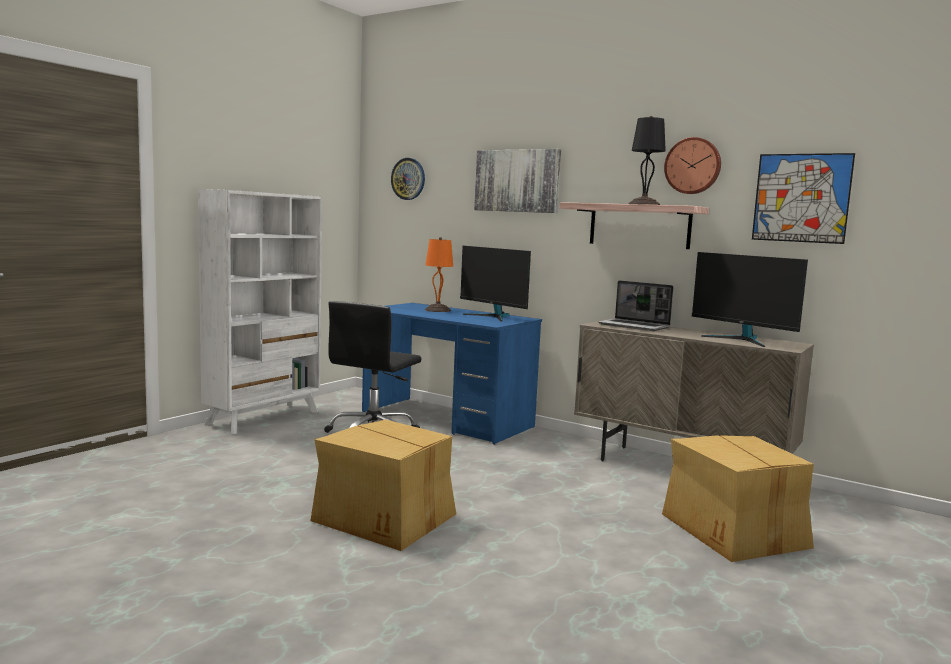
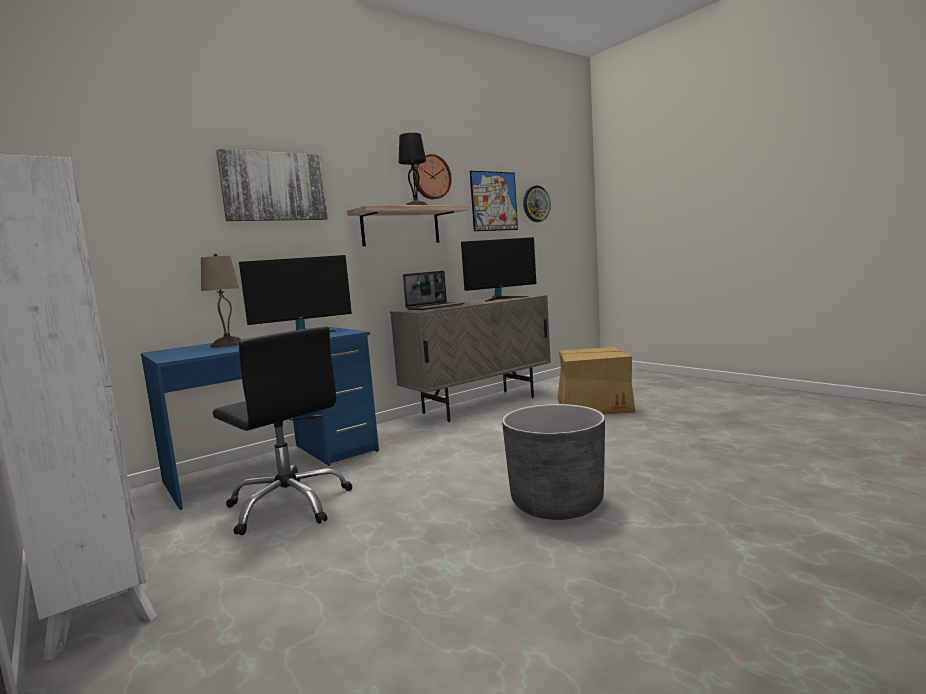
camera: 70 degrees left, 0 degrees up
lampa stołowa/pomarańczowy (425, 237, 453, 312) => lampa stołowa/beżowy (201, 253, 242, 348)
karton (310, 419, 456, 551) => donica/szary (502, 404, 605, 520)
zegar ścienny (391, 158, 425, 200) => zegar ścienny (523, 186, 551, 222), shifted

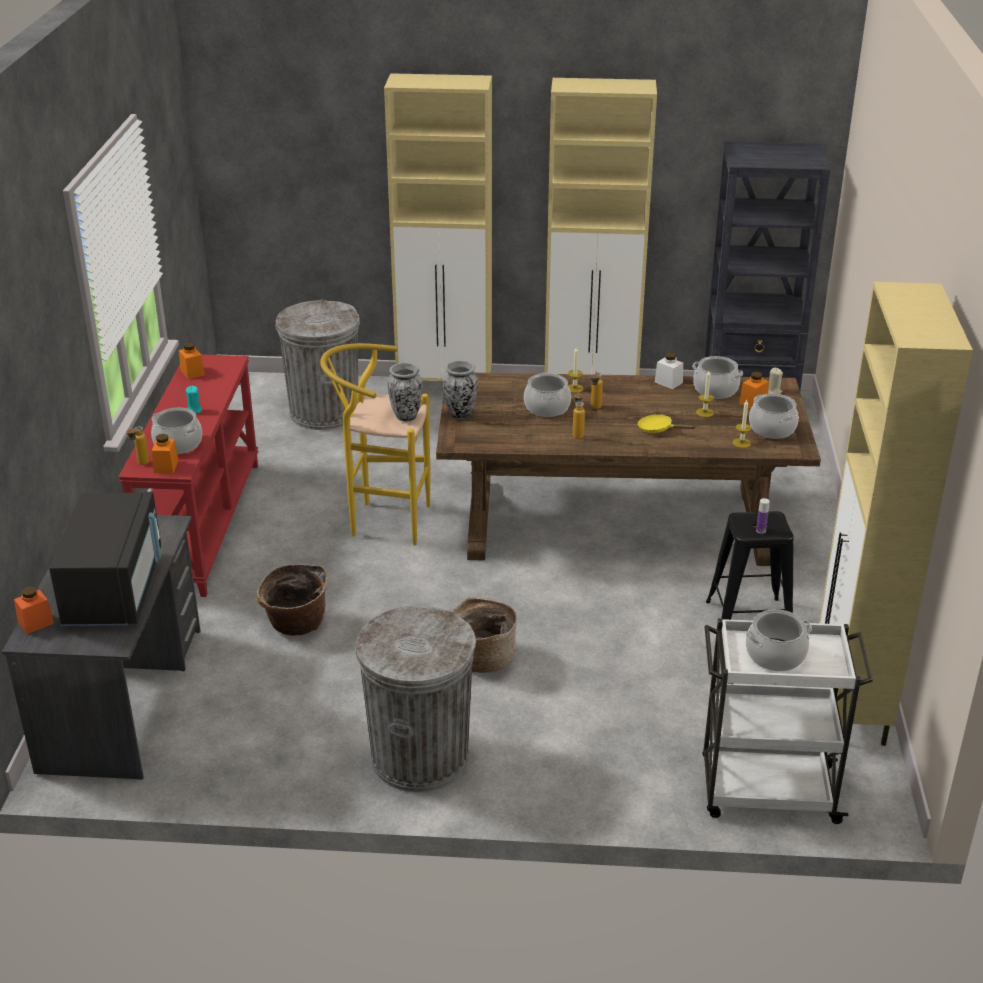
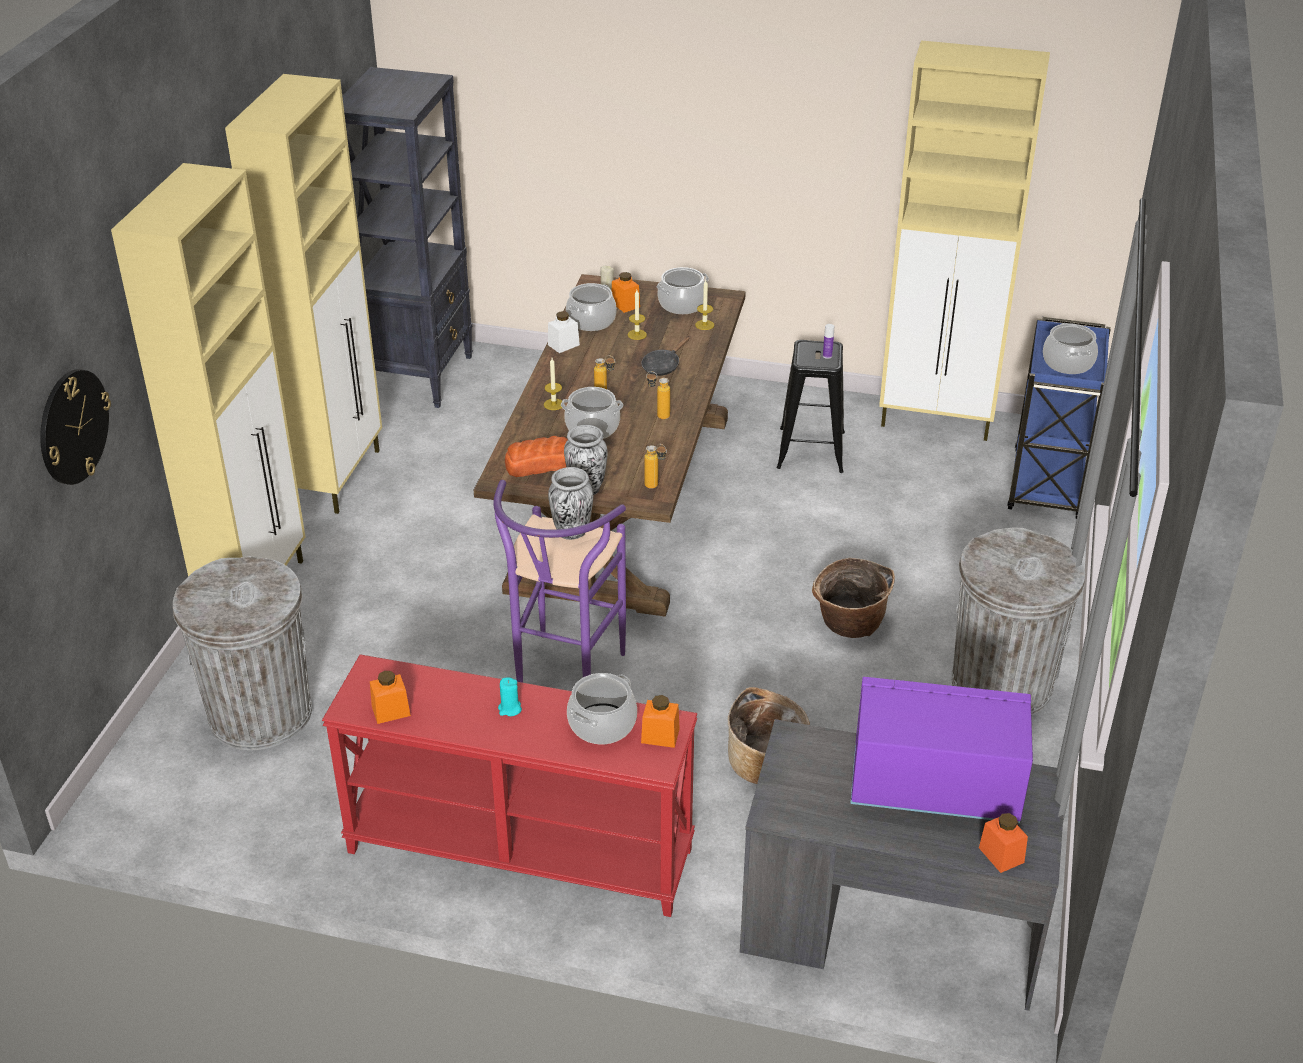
camera: 80 degrees left, 5 degrees up
nothing => zegar ścienny (40, 369, 111, 485)
stołek/żółty (320, 343, 430, 545) => stołek/fioletowy (493, 480, 626, 683)
nothing => chleb (505, 436, 568, 477)
patelnia/żółty (638, 414, 696, 433) => patelnia/czarny (642, 336, 689, 376)
butelka (127, 425, 150, 465) => butelka (644, 444, 667, 489), shifted
mikrofalówka/czarny (49, 492, 161, 626) => mikrofalówka/fioletowy (850, 677, 1033, 823)
wózek/biały (702, 618, 873, 824) => wózek/niebieski (1007, 317, 1111, 519)

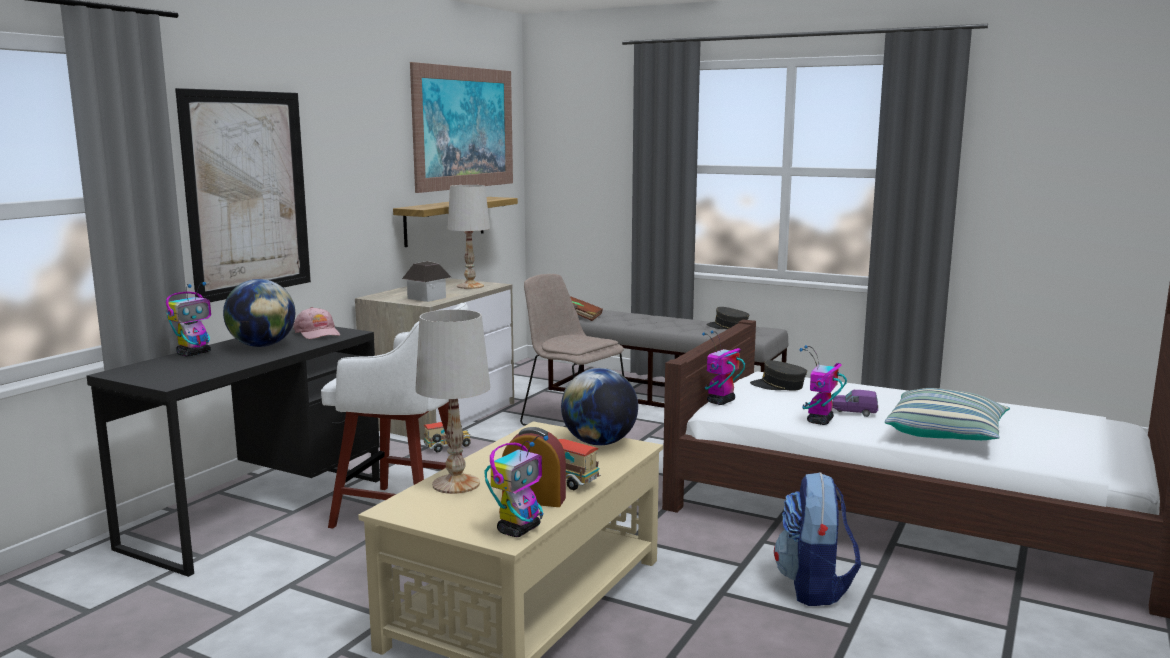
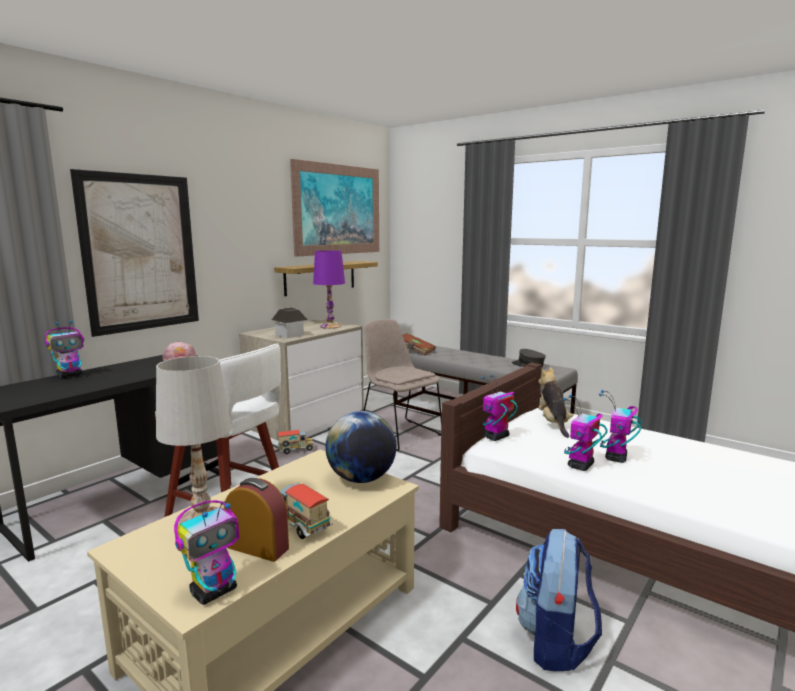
camera: 10 degrees right, 0 degrees up
lampa stołowa/biały (447, 185, 490, 289) => lampa stołowa/fioletowy (313, 251, 345, 329)
czapka z daszkiem/szary (750, 360, 807, 391) => pluszak (538, 367, 573, 438)
samochodzik/fioletowy (832, 390, 878, 417) => robot zabawkowy (599, 390, 641, 463)
globus (223, 279, 295, 347) => nothing
poduszka (885, 388, 1010, 440) => nothing

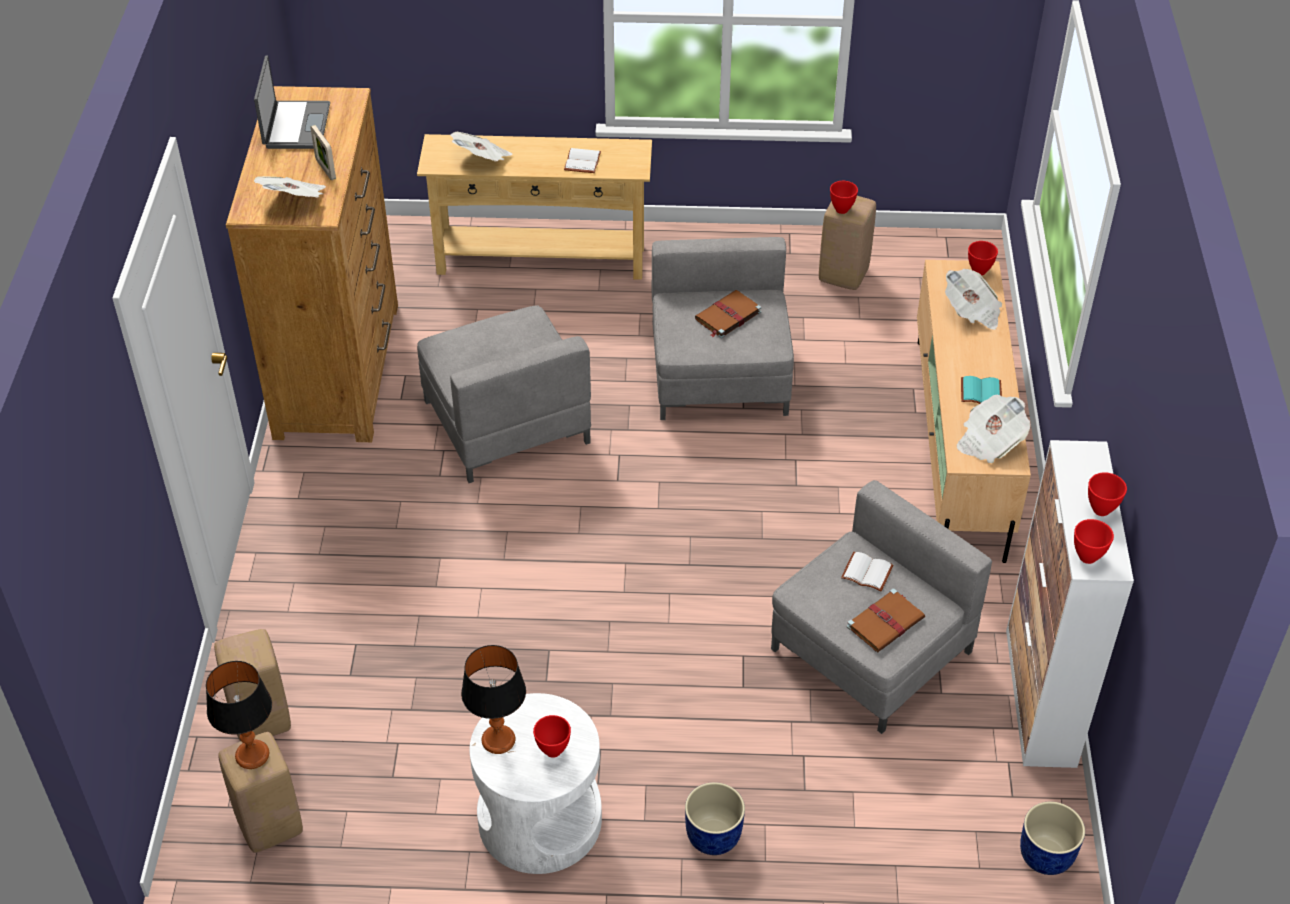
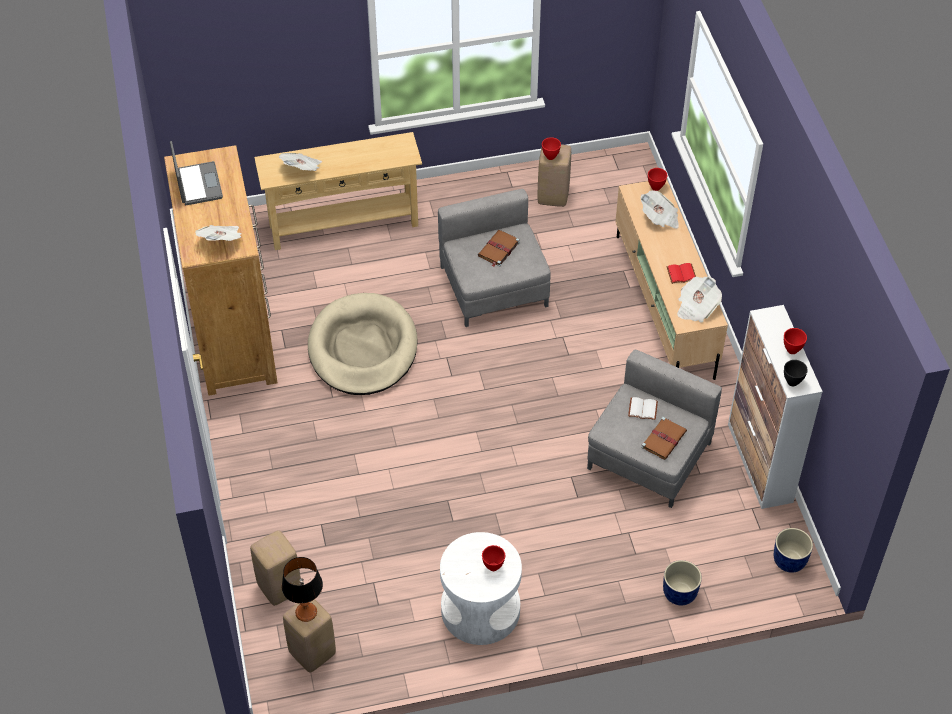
camera: 15 degrees left, 5 degrees up
fotel/szary (417, 306, 591, 483) => legowisko/beżowy (308, 293, 418, 395)
donica/niebieski (685, 782, 745, 855) => donica/niebieski (663, 560, 702, 605), shifted
książka/turkusowy (961, 376, 1002, 404) => książka/czerwony (667, 263, 696, 284)
miska/czerwony (1074, 519, 1114, 564) => miska/czarny (784, 360, 808, 386)
ramka na zdjęcie (310, 125, 336, 180) => nothing
lampa stołowa (461, 645, 526, 754) => nothing
książka/biały (564, 148, 601, 173) => nothing

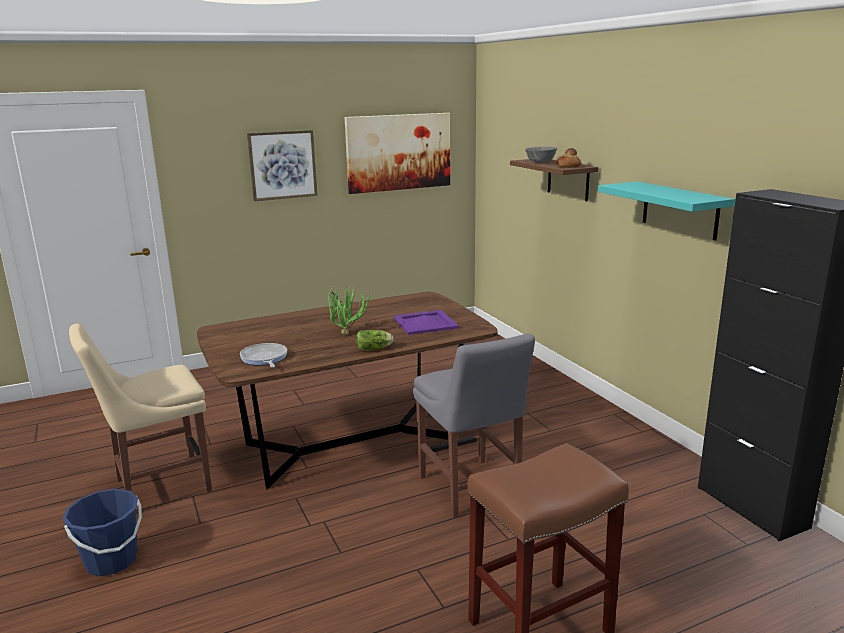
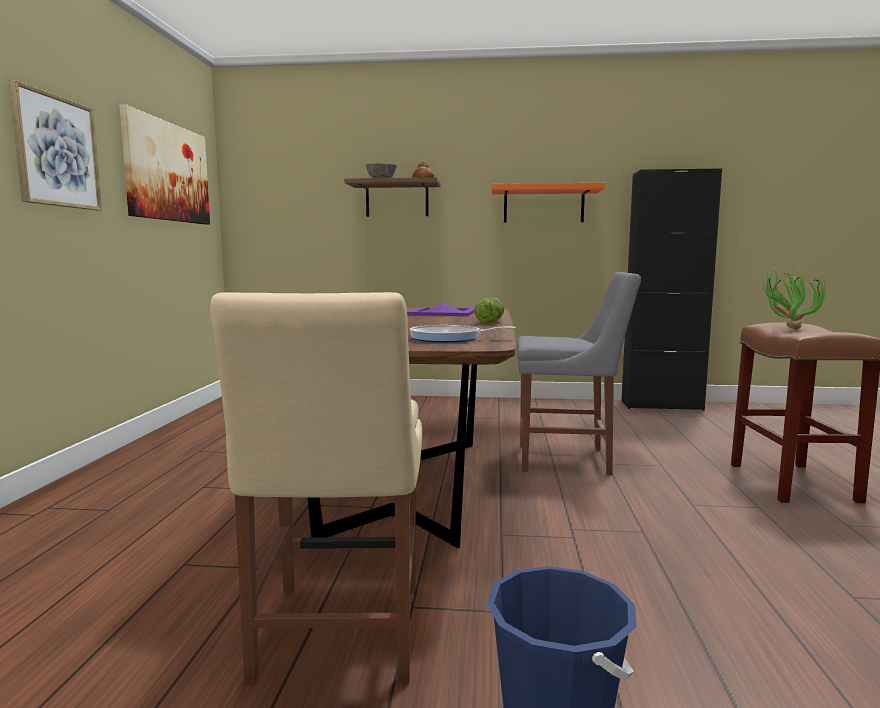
camera: 60 degrees left, 10 degrees down
półka/turkusowy (598, 181, 735, 240) => półka/pomarańczowy (491, 183, 605, 223)
roślina doniczkowa (328, 285, 370, 336) => roślina doniczkowa (763, 263, 826, 330), shifted

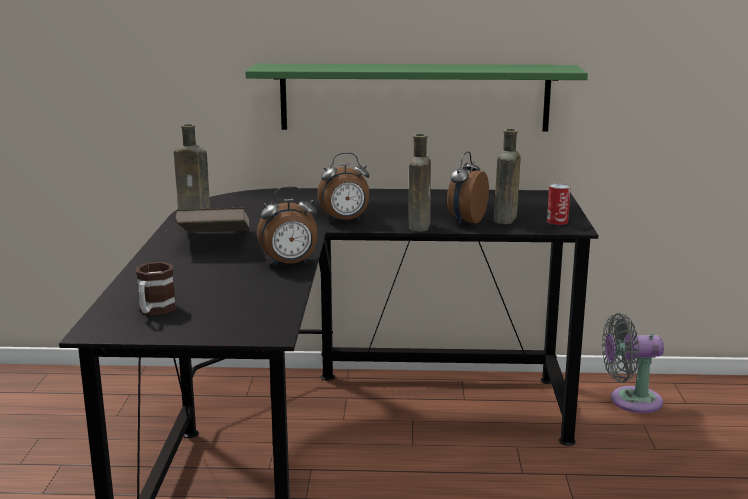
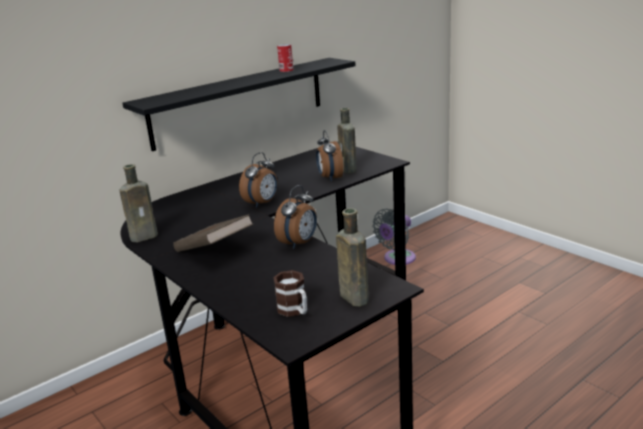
camera: 40 degrees left, 5 degrees up
półka/zielony (246, 64, 588, 132) => półka/czarny (122, 58, 356, 151)
puszka (547, 184, 571, 225) => puszka (277, 44, 293, 72), shifted
butelka/brązowy (409, 134, 431, 232) => butelka/brązowy (336, 208, 369, 306), shifted

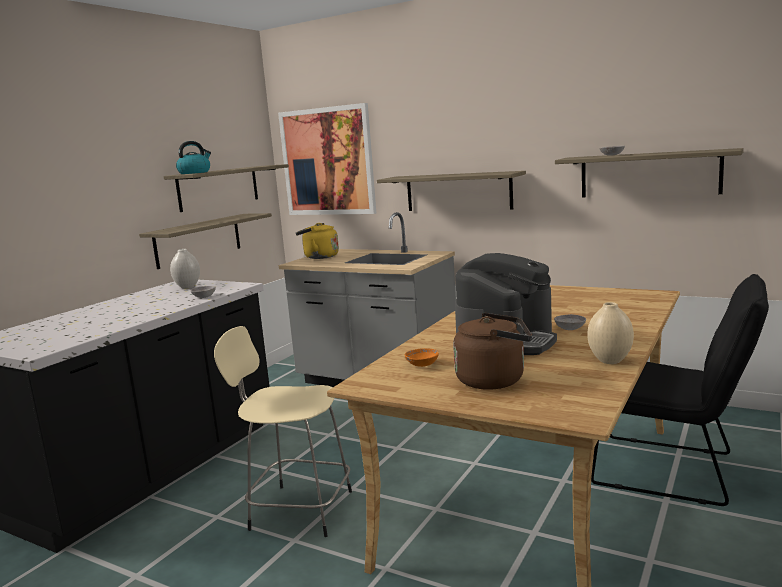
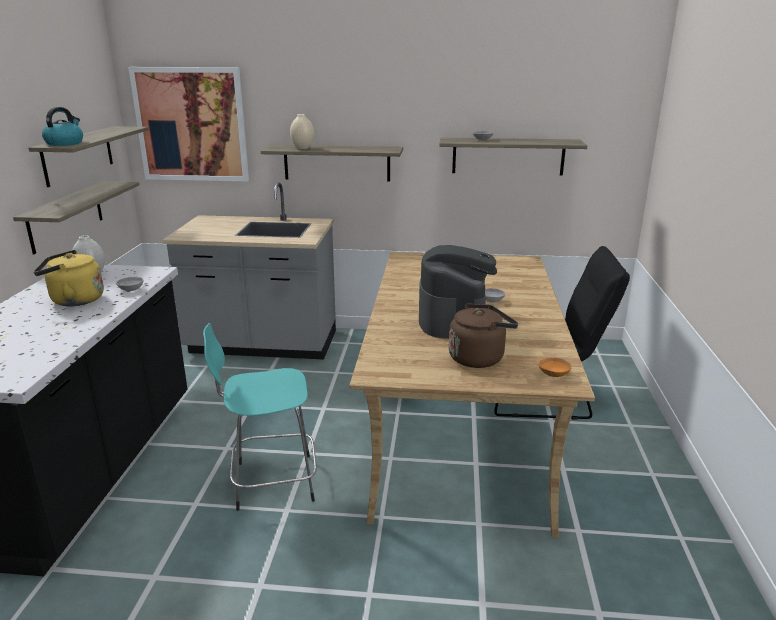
camera: 25 degrees left, 10 degrees up
czajnik/żółty (296, 223, 339, 259) => czajnik/żółty (34, 250, 104, 306), shifted
stołek/beżowy (214, 326, 352, 537) => stołek/turkusowy (203, 323, 317, 511)
wazon/beżowy (587, 302, 634, 364) => wazon/beżowy (290, 114, 314, 149), shifted
miska/pomarańczowy (404, 348, 439, 367) => miska/pomarańczowy (538, 357, 572, 377), shifted

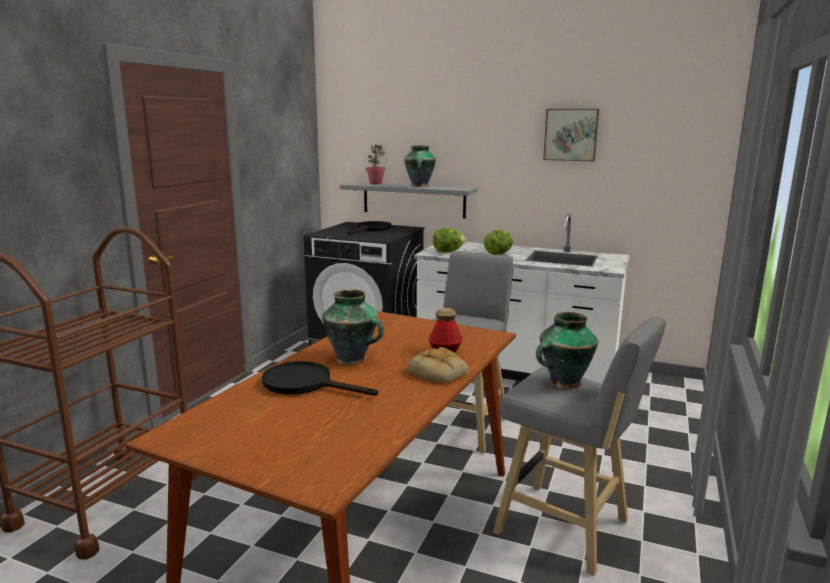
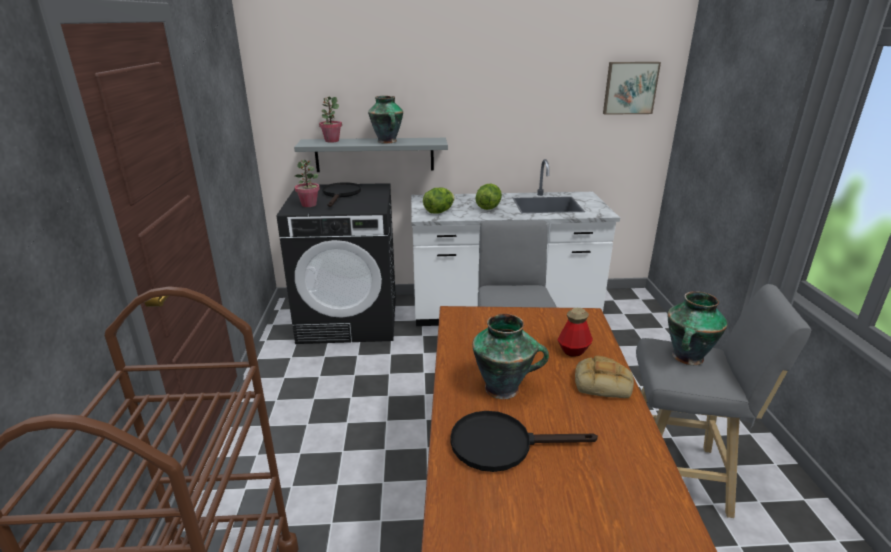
camera: 25 degrees left, 10 degrees up
nothing => roślina doniczkowa (295, 160, 320, 207)
obraz (543, 109, 599, 161) => obraz (603, 62, 661, 115), shifted

